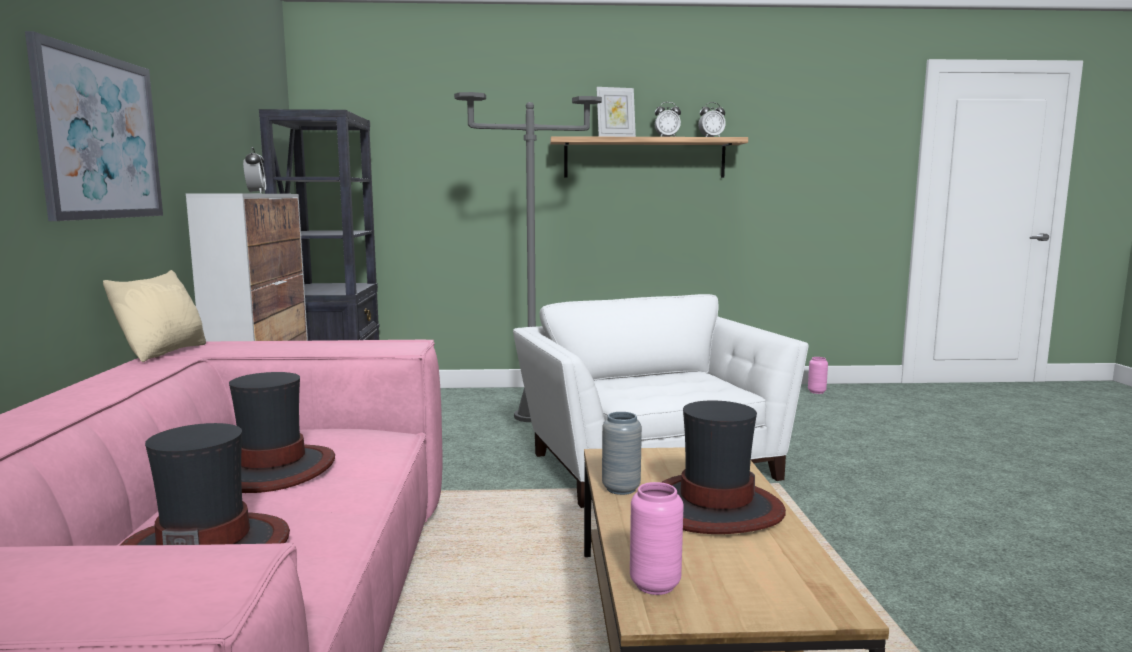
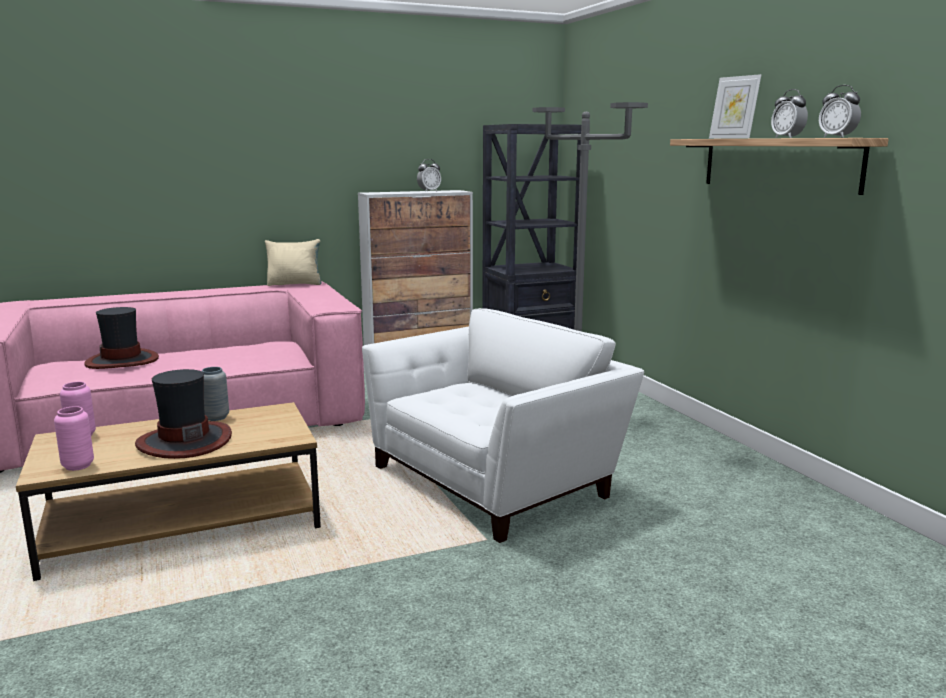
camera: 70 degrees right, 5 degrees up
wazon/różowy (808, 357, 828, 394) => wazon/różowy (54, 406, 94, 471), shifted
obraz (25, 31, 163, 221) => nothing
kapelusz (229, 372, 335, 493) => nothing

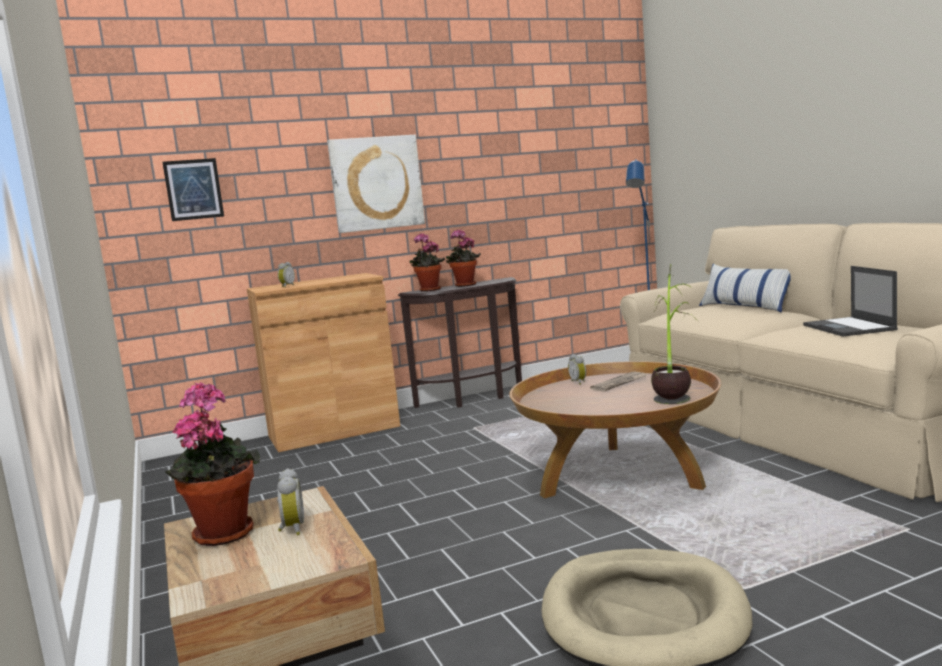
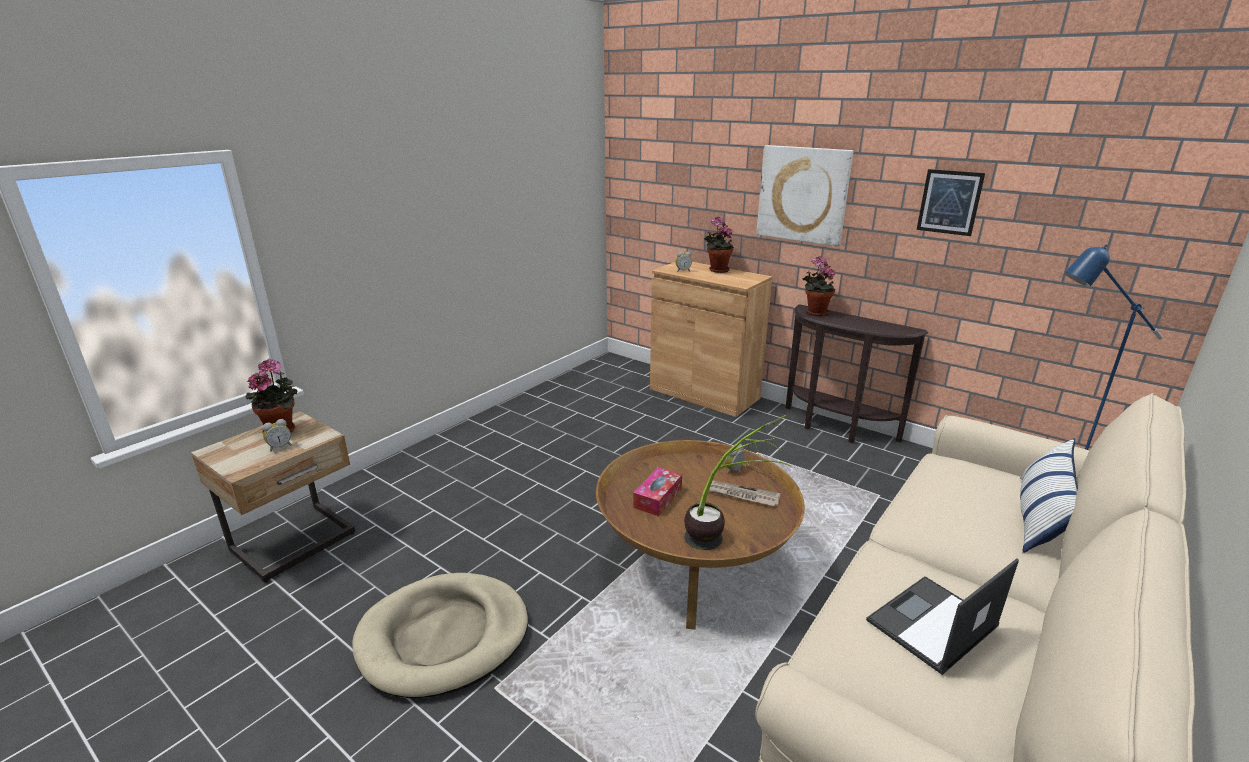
camera: 60 degrees right, 15 degrees up
nothing => pudełko chusteczek (633, 467, 682, 516)
roślina doniczkowa (446, 230, 481, 287) => roślina doniczkowa (704, 217, 734, 273), shifted
obraz (162, 158, 224, 221) => obraz (917, 169, 985, 236), shifted

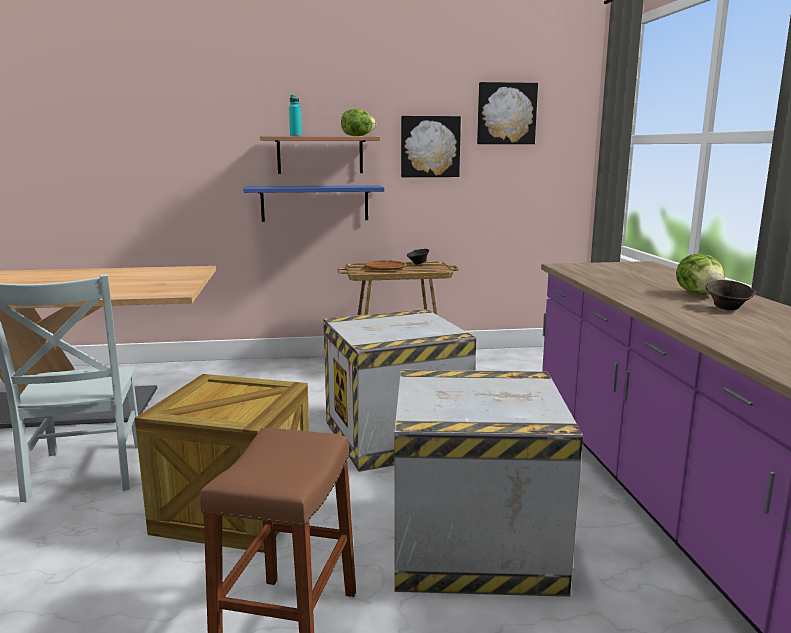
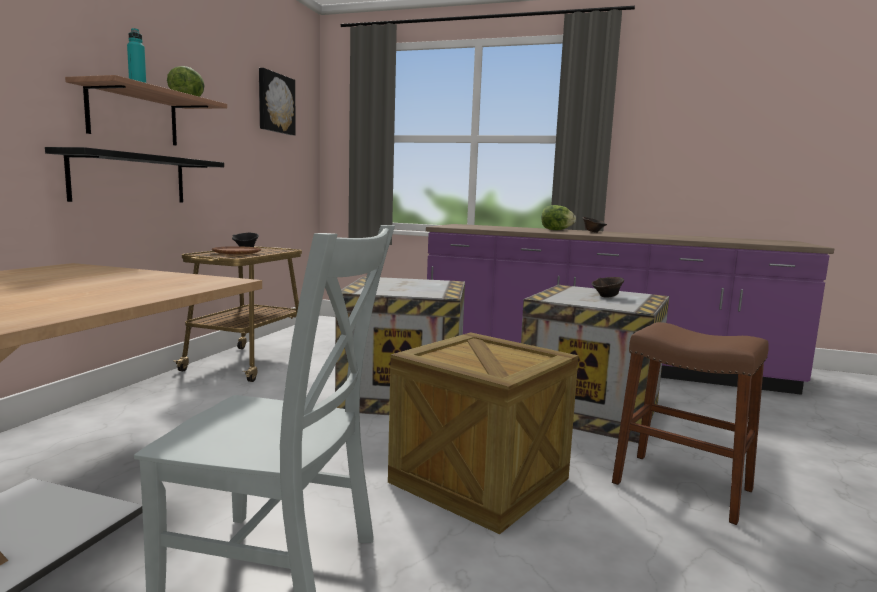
camera: 65 degrees left, 5 degrees down
półka/niebieski (243, 185, 384, 222) => półka/czarny (45, 147, 224, 203)
nothing => miska/brązowy (591, 277, 624, 298)
obraz (401, 116, 461, 177) => nothing

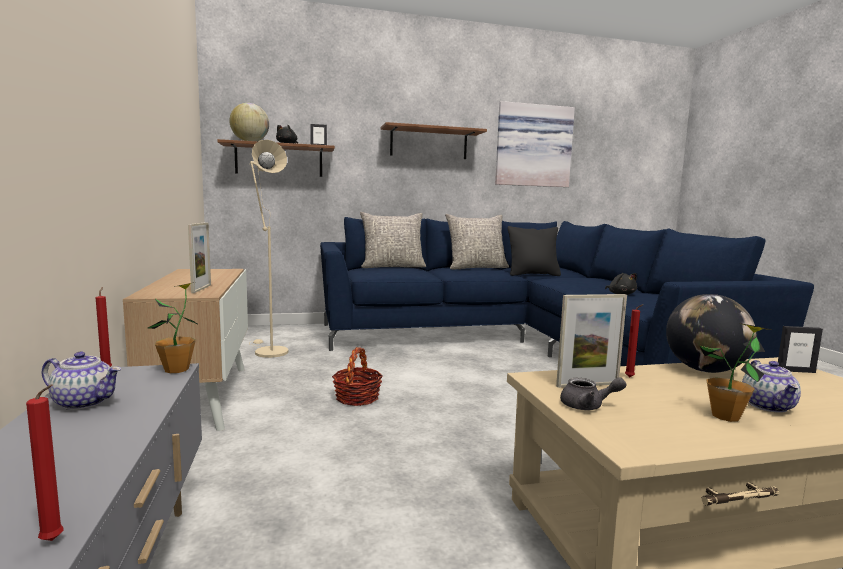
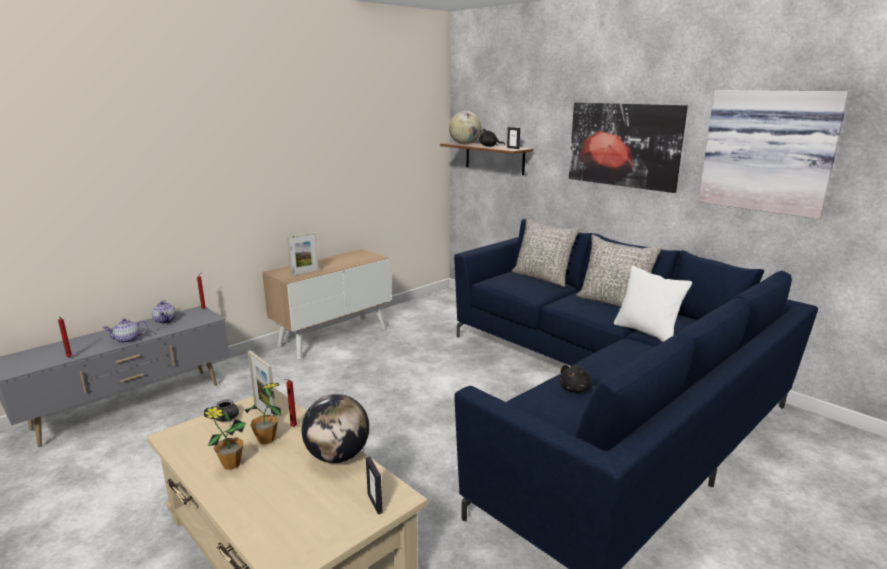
camera: 60 degrees right, 10 degrees up
imbryk (742, 360, 801, 413) => imbryk (103, 318, 148, 343), shifted
roślina doniczkowa (148, 282, 199, 373) => roślina doniczkowa (243, 383, 281, 445), shifted
półka/brązowy (380, 122, 487, 159) => obraz (569, 102, 688, 193)
poduszka/czarny (508, 226, 561, 276) => poduszka/biały (614, 265, 692, 342)
lampa stojąca/beżowy (249, 140, 289, 358) => nothing
koszyk (332, 347, 383, 406) => nothing

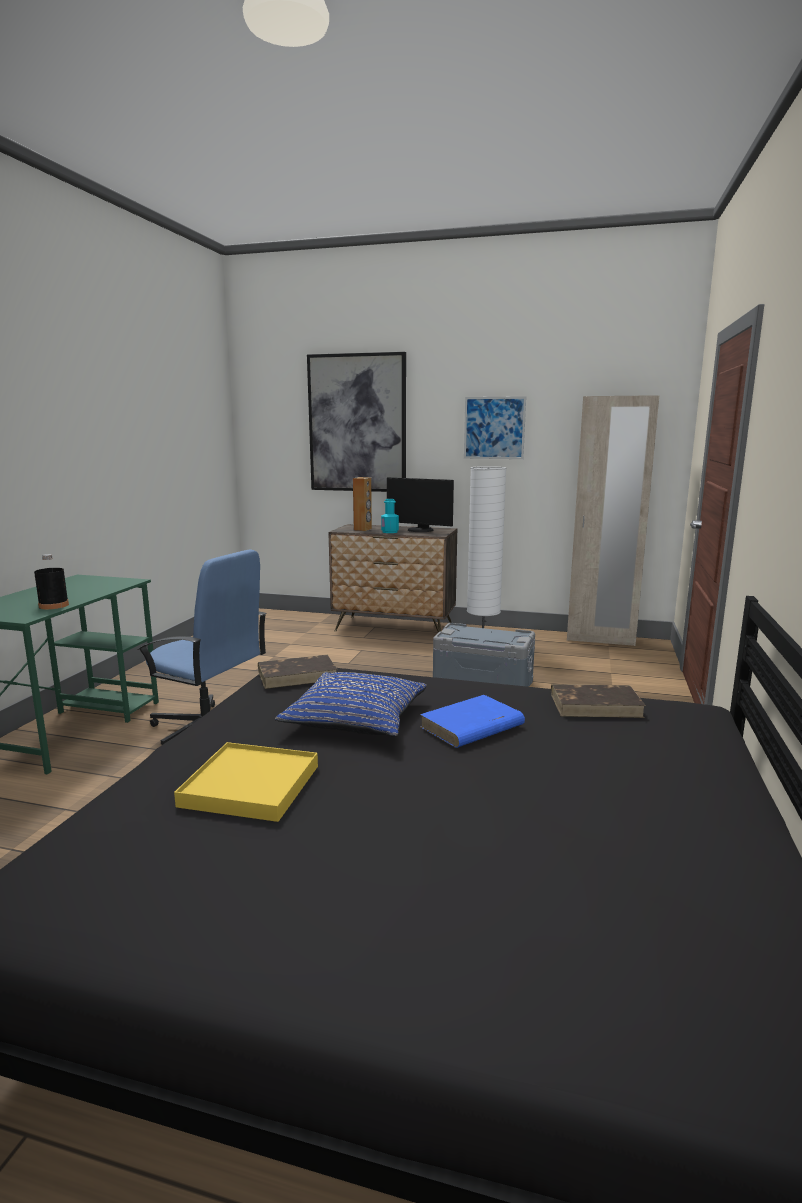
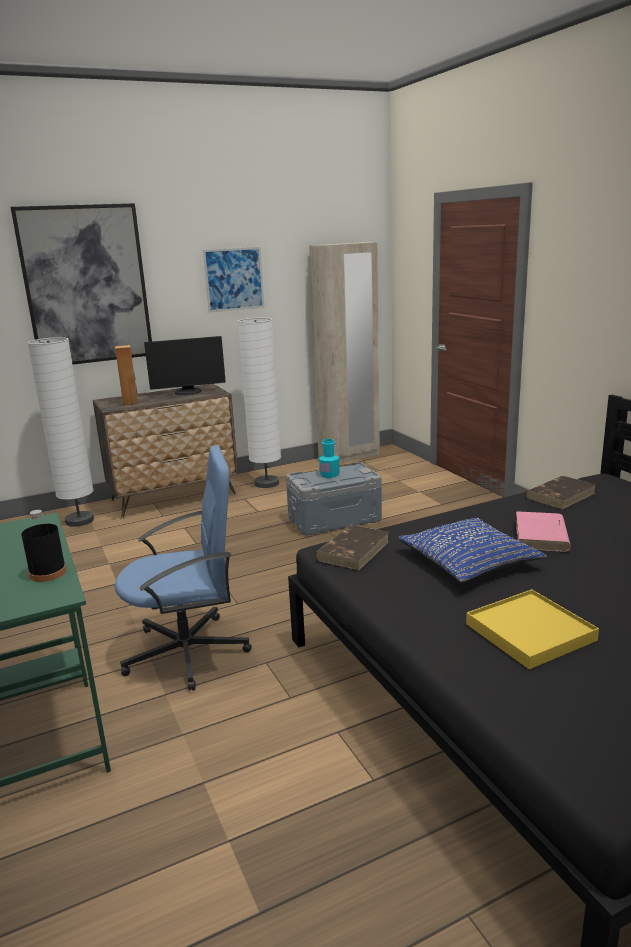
camera: 40 degrees left, 5 degrees up
nothing => lampa stojąca/biały (27, 337, 94, 527)
butelka/turkusowy (381, 499, 399, 533) => butelka/turkusowy (319, 439, 340, 478), shifted
książka/niebieski (420, 695, 525, 748) => książka/różowy (516, 511, 571, 552)

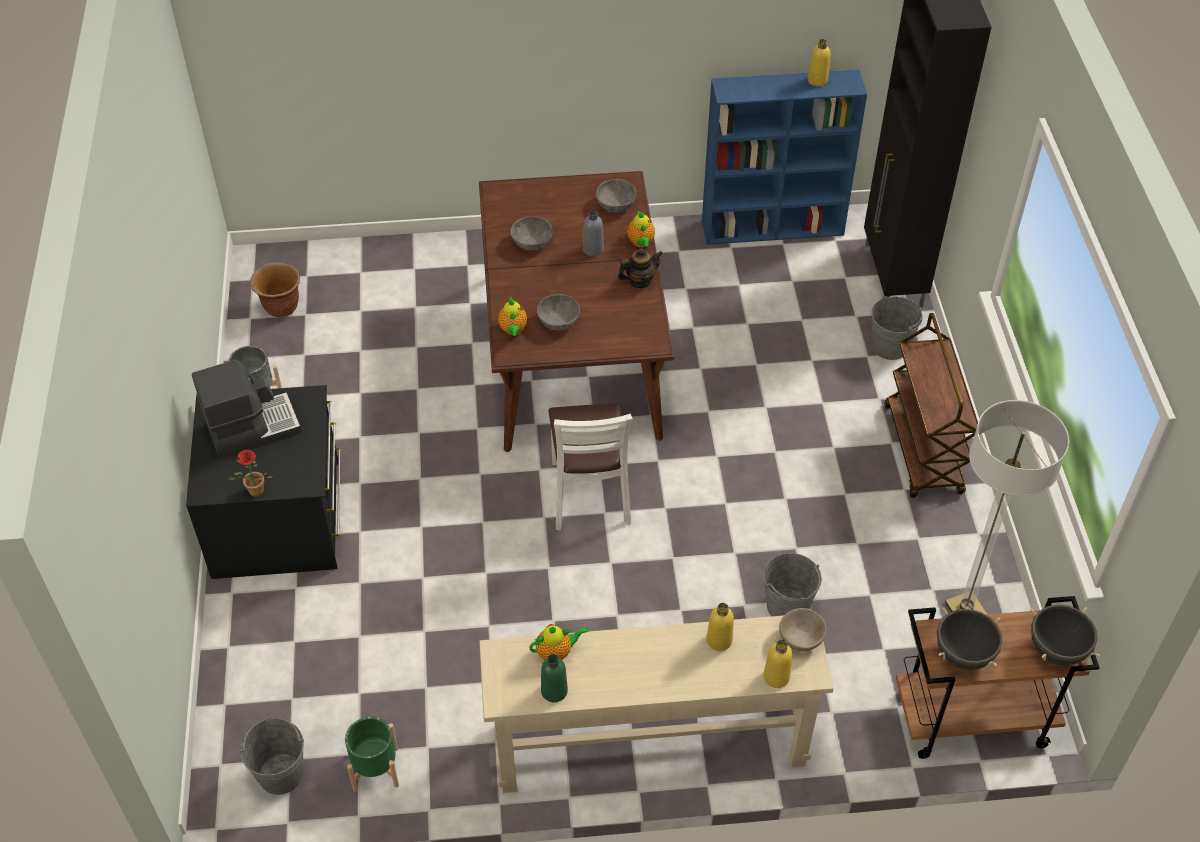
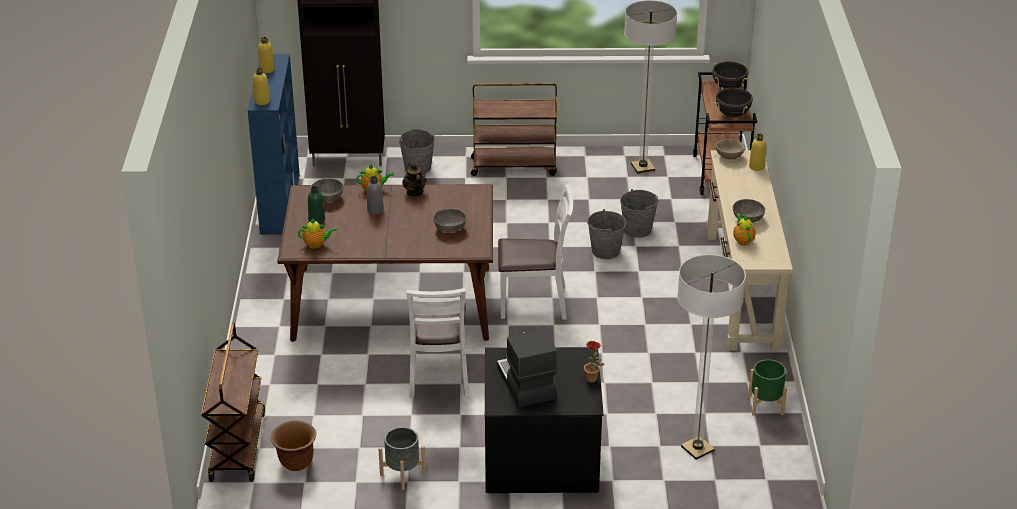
camera: 85 degrees left, 15 degrees down
nothing => wózek/brązowy (201, 323, 265, 482)
butelka/żółty (706, 603, 734, 651) => butelka/żółty (253, 68, 270, 105), shifted
imbryk (498, 296, 527, 336) => imbryk (298, 218, 337, 248), shifted
butelka/zielony (541, 654, 568, 702) => butelka/zielony (308, 186, 325, 224), shifted
nothing => krzesło/biały (406, 288, 469, 399)
wiadro/szary (238, 717, 304, 795) => wiadro/szary (587, 209, 626, 259), shifted
nothing => lampa stojąca (677, 254, 746, 460)
miska/szary (511, 216, 553, 250) => miska/szary (733, 199, 765, 223), shifted

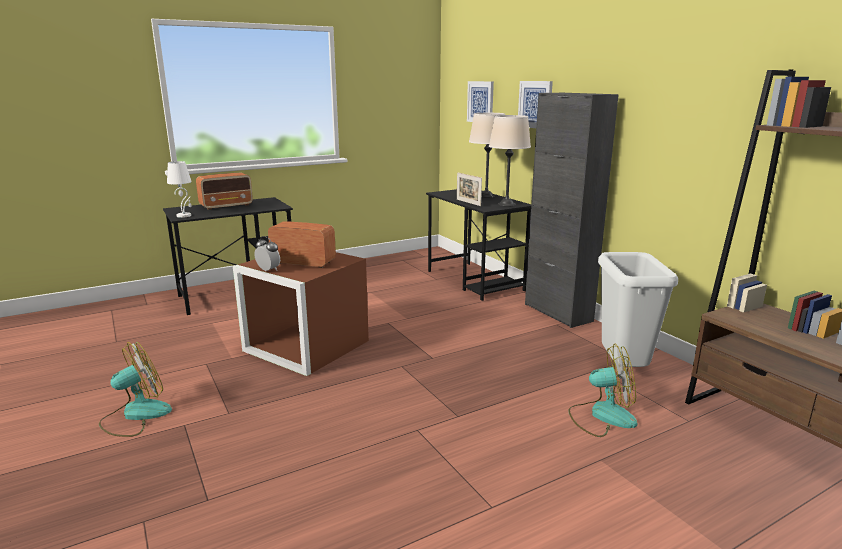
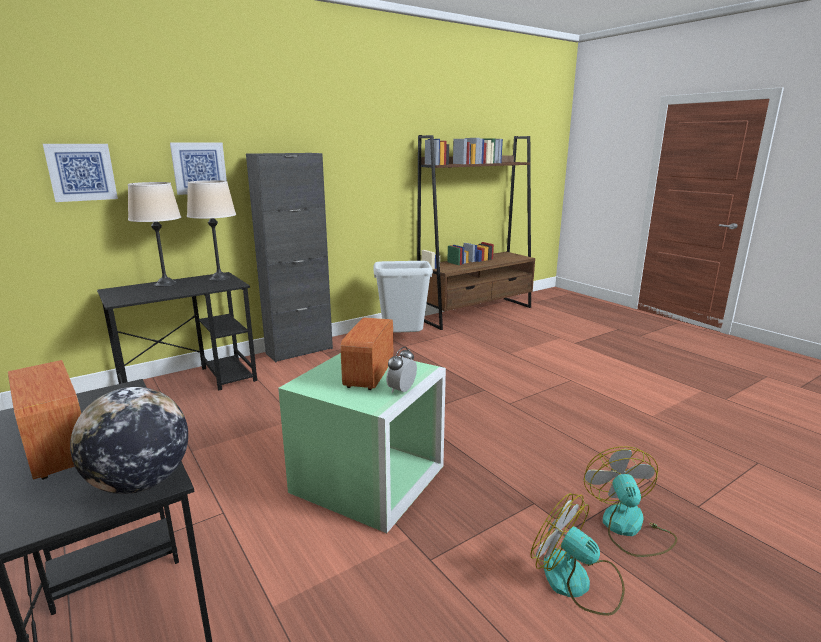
camera: 95 degrees left, 0 degrees up
lampa stołowa/biały (167, 161, 192, 218) => globus (70, 387, 188, 494)
pojemnik do przechowywania/brązowy (233, 252, 369, 376) => pojemnik do przechowywania/zielony (278, 353, 446, 533)
wentylator (568, 344, 638, 437) => wentylator (584, 446, 677, 557), shifted
ramka na zdjęcie (457, 172, 482, 206) => nothing

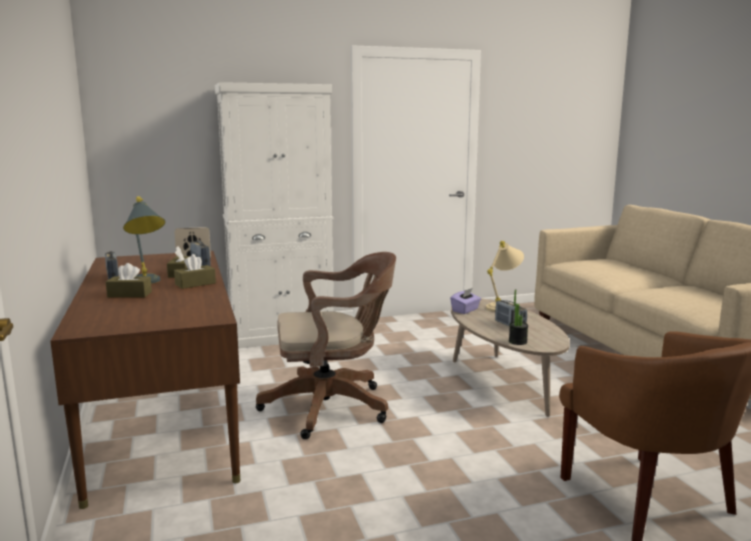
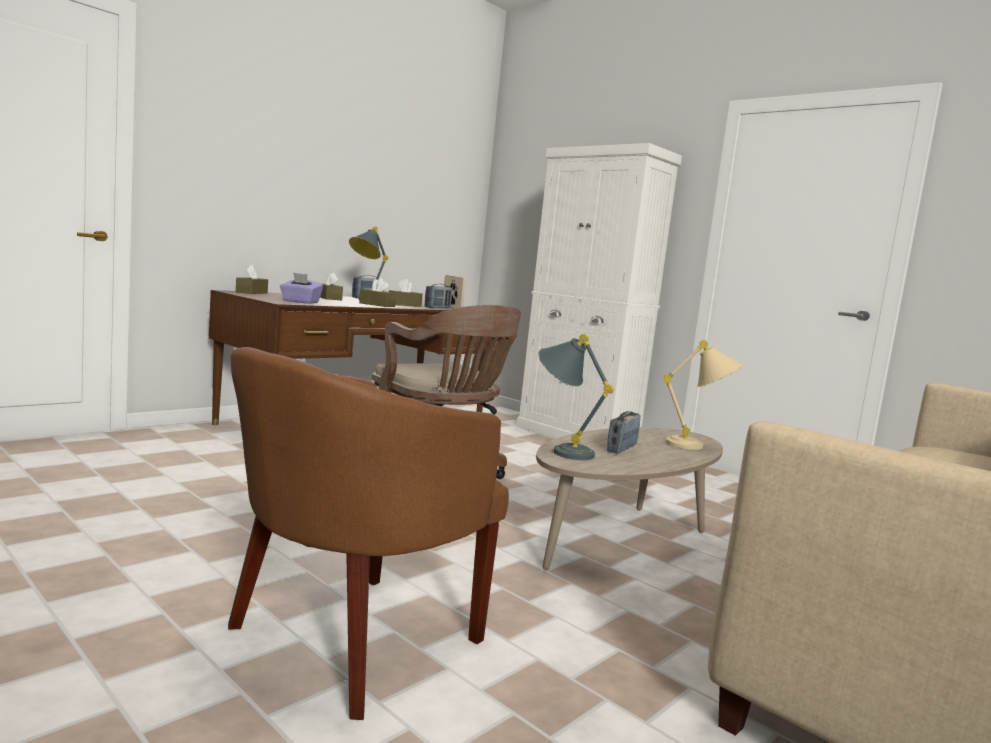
camera: 60 degrees right, 5 degrees down
nothing => pudełko chusteczek/brązowy (236, 265, 268, 294)
pudełko chusteczek/fioletowy (450, 288, 481, 314) => pudełko chusteczek/fioletowy (280, 273, 323, 304), shifted
roślina doniczkowa (509, 290, 528, 345) => lampa stołowa/szary (538, 334, 614, 460)

